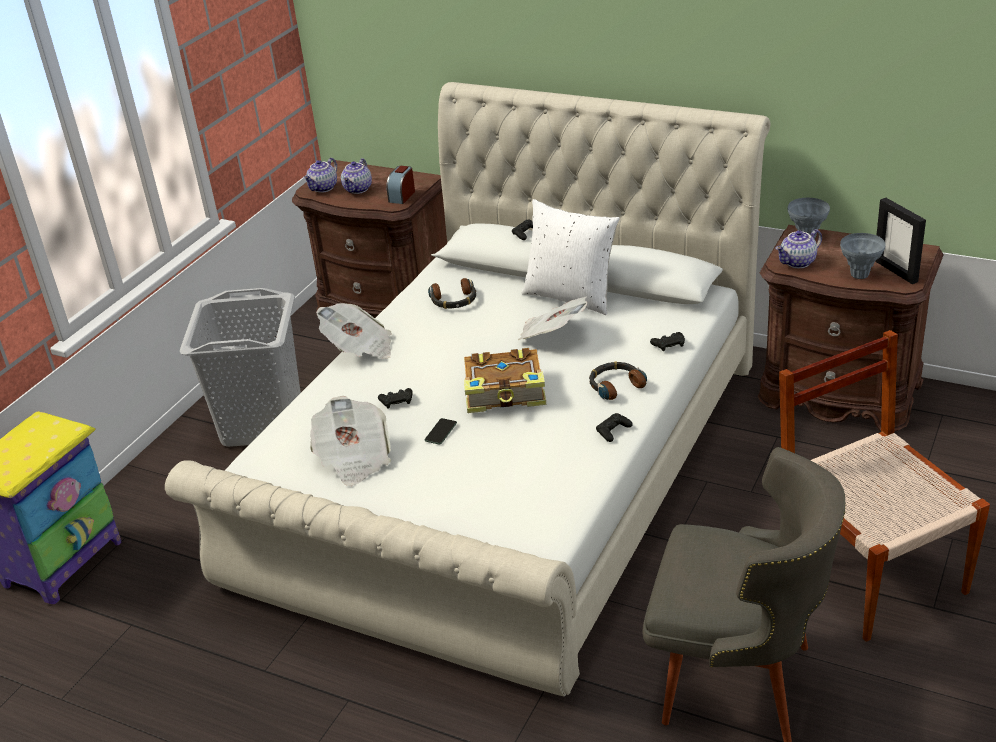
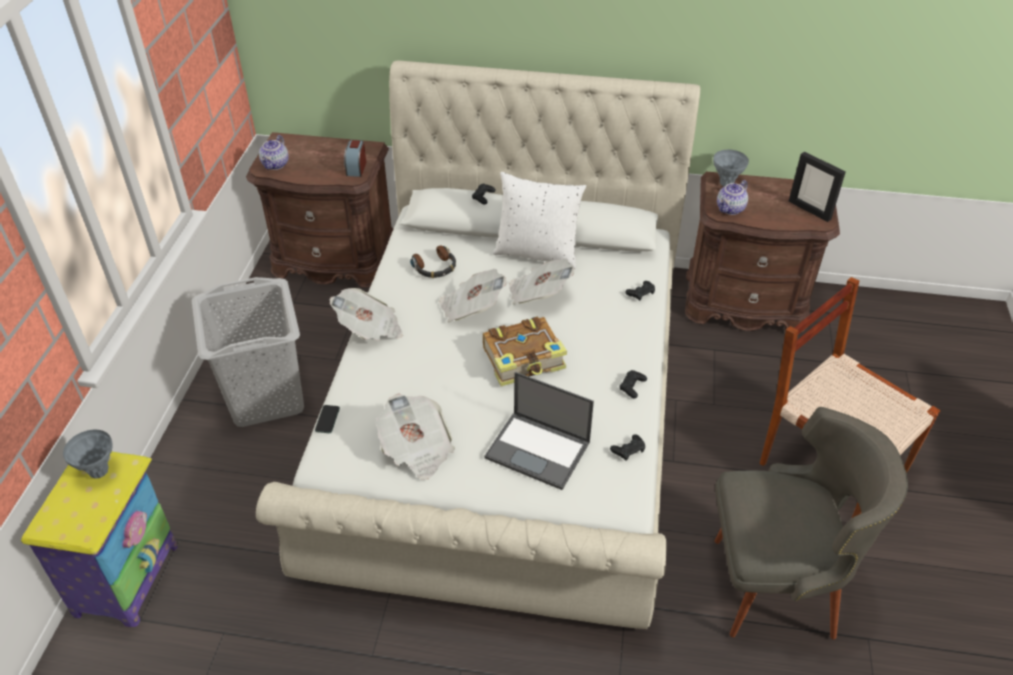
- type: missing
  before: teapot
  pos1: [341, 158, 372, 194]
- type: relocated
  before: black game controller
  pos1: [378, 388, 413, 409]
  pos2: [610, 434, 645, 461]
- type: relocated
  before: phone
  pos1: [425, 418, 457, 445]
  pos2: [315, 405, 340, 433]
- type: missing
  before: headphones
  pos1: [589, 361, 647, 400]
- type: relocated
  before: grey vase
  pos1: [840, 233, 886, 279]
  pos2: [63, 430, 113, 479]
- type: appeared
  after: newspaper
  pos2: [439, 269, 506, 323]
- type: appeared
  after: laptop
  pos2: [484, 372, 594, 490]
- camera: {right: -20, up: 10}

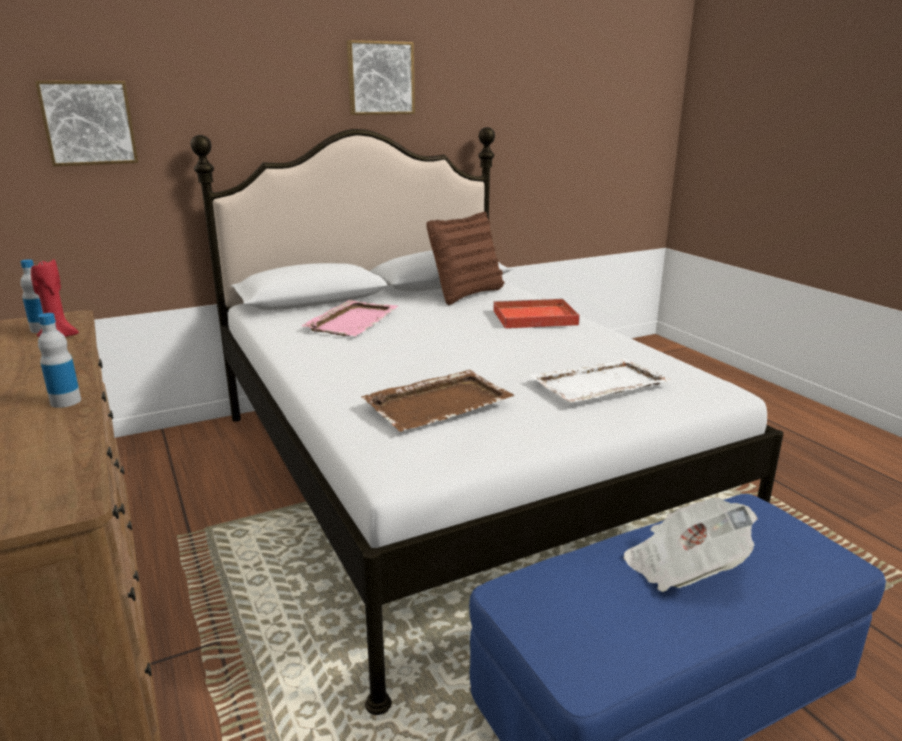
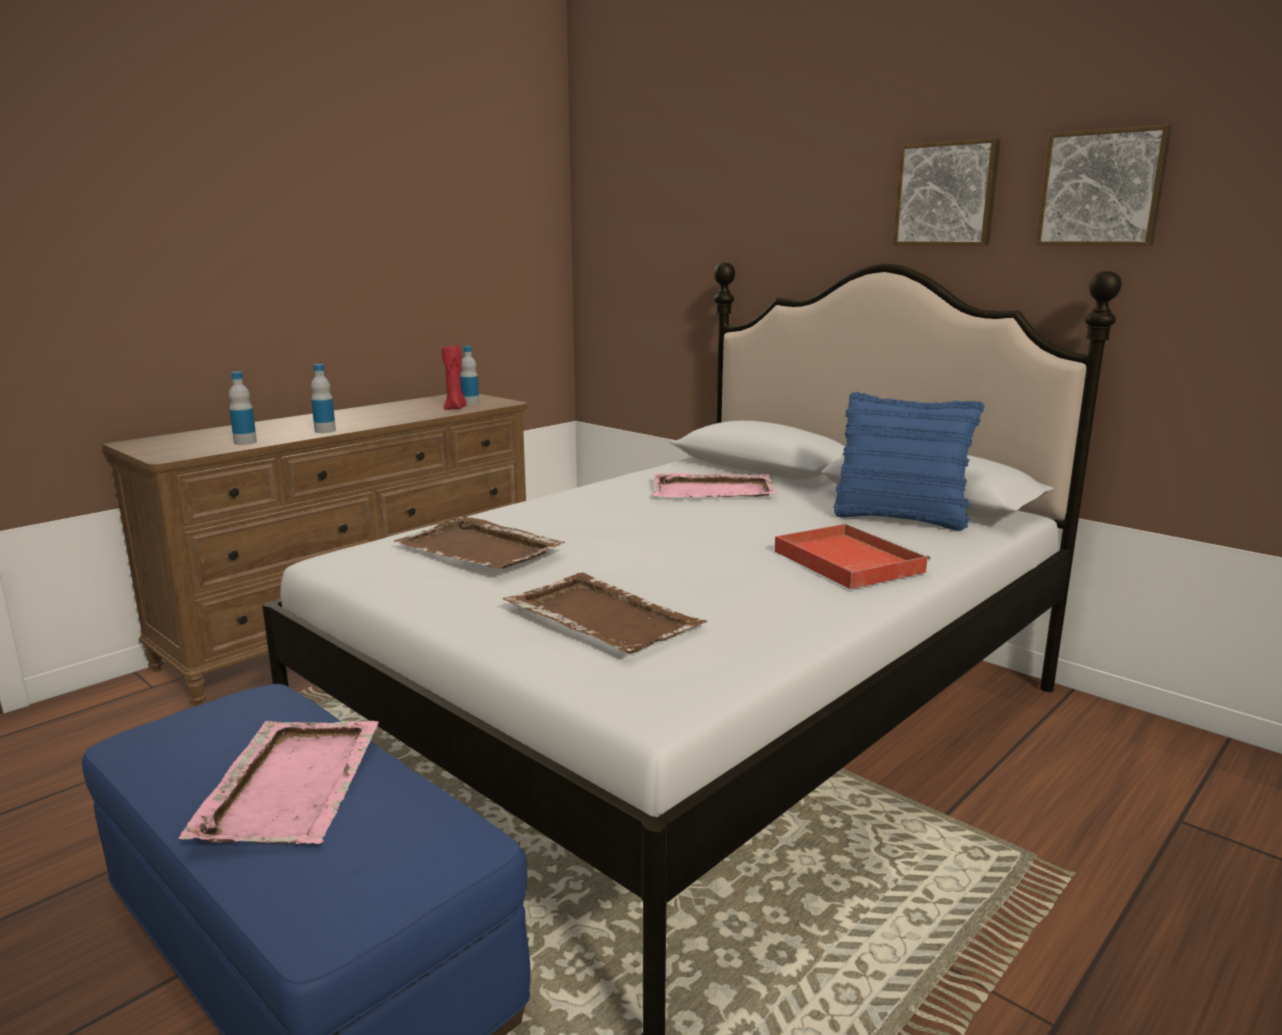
- type: relocated
  before: picture
  pos1: [35, 81, 138, 167]
  pos2: [1036, 125, 1172, 246]
- type: colour
  before: brown pillow
  after: blue pillow
  pos1: [426, 212, 505, 305]
  pos2: [833, 392, 985, 530]
- type: colour
  before: white tray
  after: brown tray
  pos1: [528, 359, 672, 403]
  pos2: [503, 573, 707, 654]
- type: exchanged
  before: newspaper
  after: pink tray
  pos1: [623, 497, 757, 592]
  pos2: [179, 721, 379, 844]
- type: appeared
  after: bottle
  pos2: [229, 372, 257, 445]
- camera: {right: 70, up: -5}

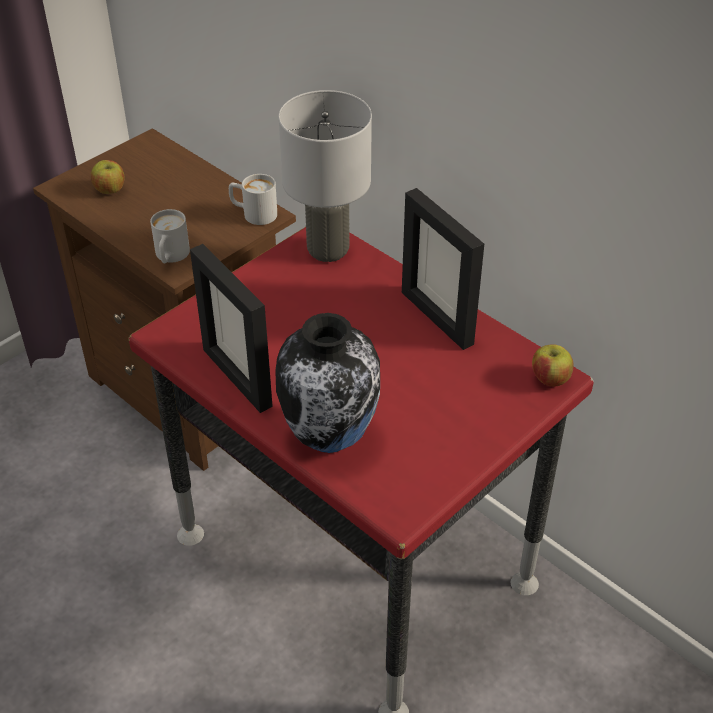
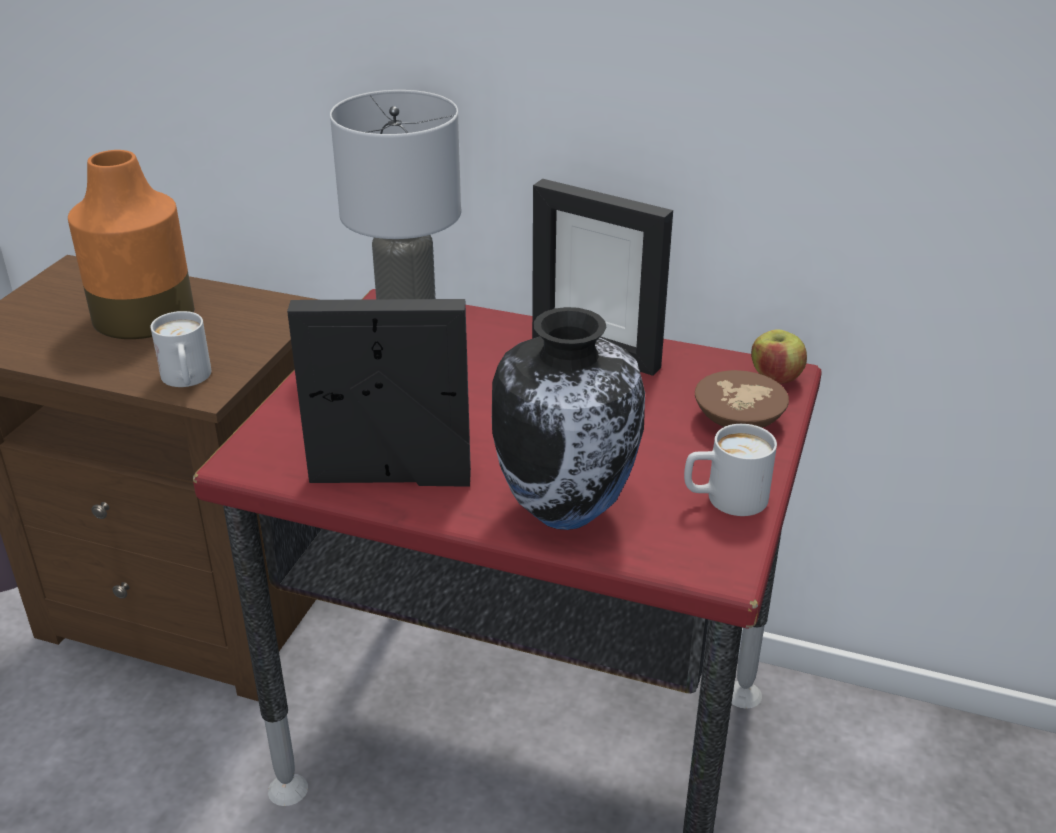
- type: missing
  before: apple
  pos1: [91, 160, 124, 194]
- type: spun
  before: picture frame
  pos1: [190, 244, 273, 413]
  pos2: [287, 299, 471, 487]
  turn: 150
- type: relocated
  before: white mug
  pos1: [229, 174, 277, 225]
  pos2: [684, 424, 777, 516]
- type: appeared
  after: orange vase
  pos2: [68, 150, 194, 339]
- type: appeared
  after: brown bowl
  pos2: [695, 370, 789, 428]
- camera: {right: -25, up: -10}

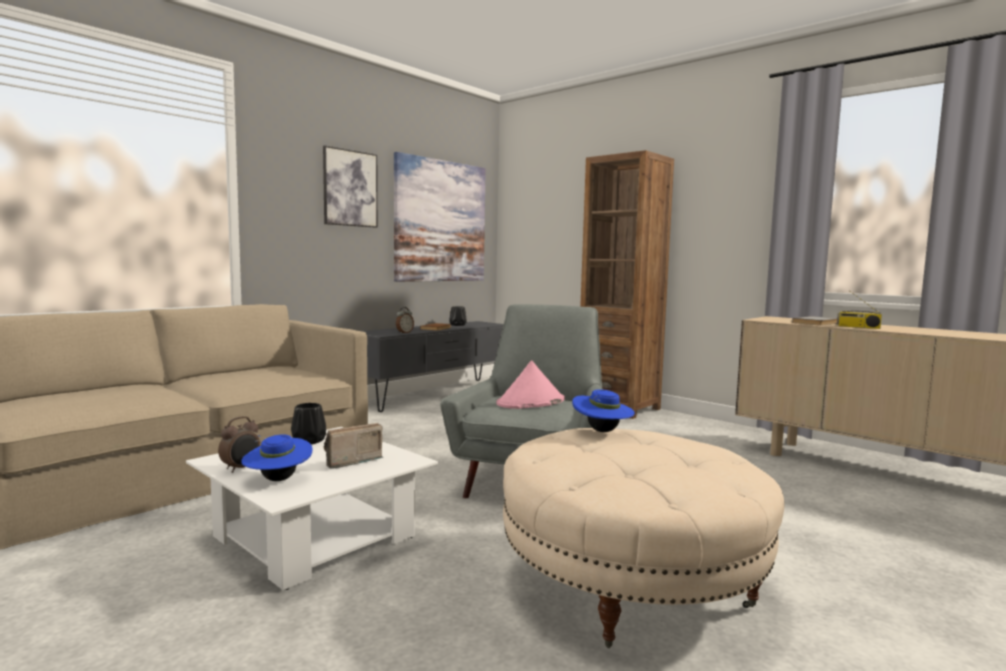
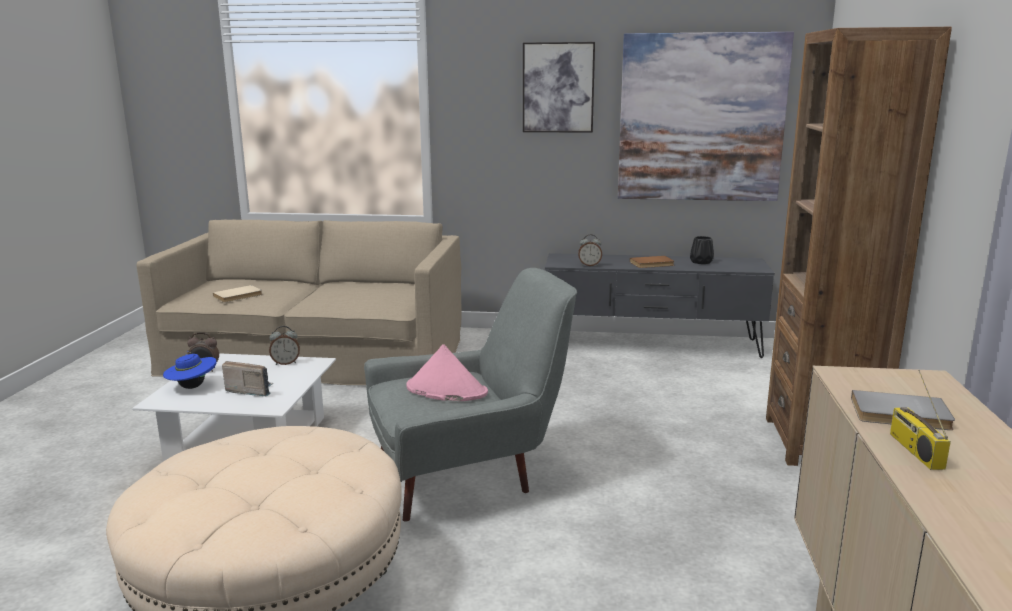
- type: exchanged
  before: black vase
  after: alarm clock
  pos1: [291, 403, 326, 444]
  pos2: [269, 326, 300, 365]
- type: missing
  before: blue hat
  pos1: [572, 389, 635, 432]
- type: appeared
  after: beige book
  pos2: [213, 285, 262, 303]
- camera: {right: 55, up: 10}

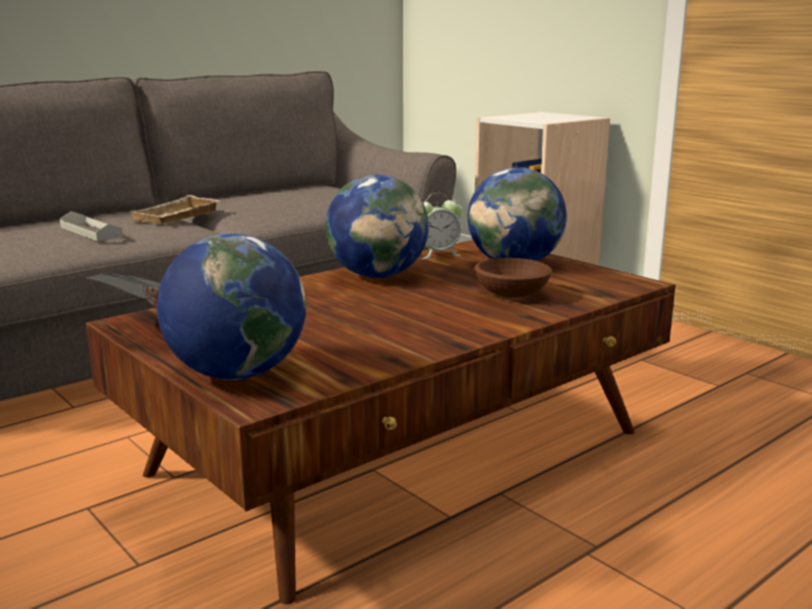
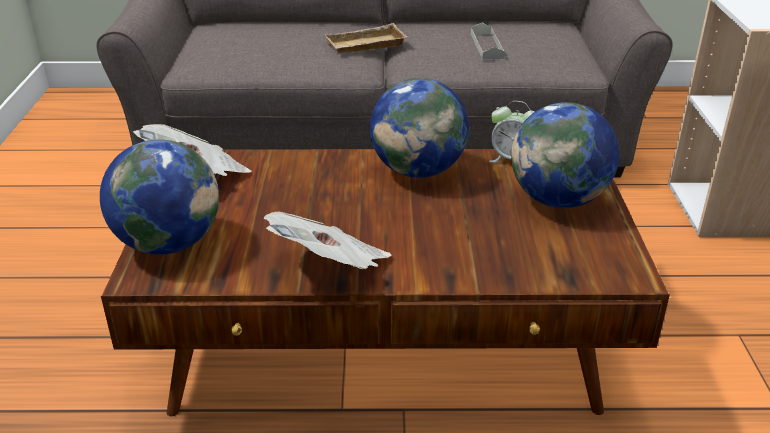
- type: relocated
  before: grey tray
  pos1: [60, 211, 123, 241]
  pos2: [471, 23, 505, 60]
- type: missing
  before: brown bowl
  pos1: [474, 258, 552, 298]
- type: appeared
  after: newspaper
  pos2: [264, 211, 391, 270]
- camera: {right: 40, up: 15}

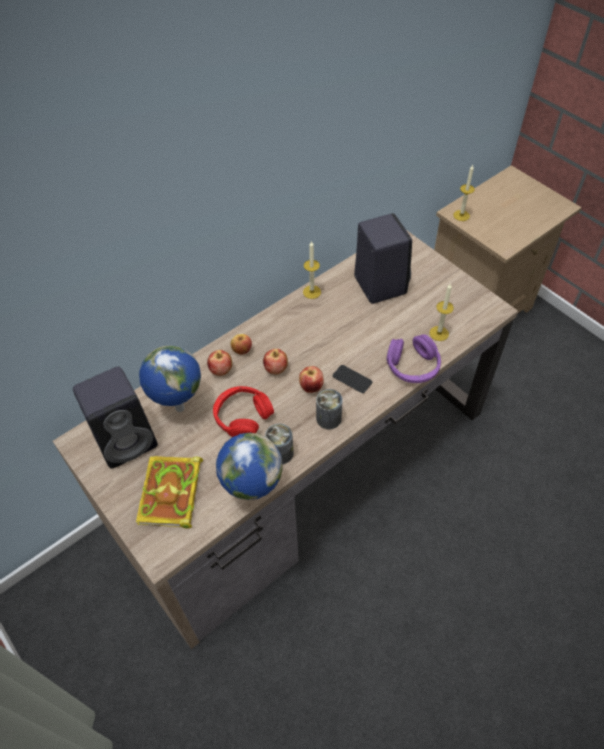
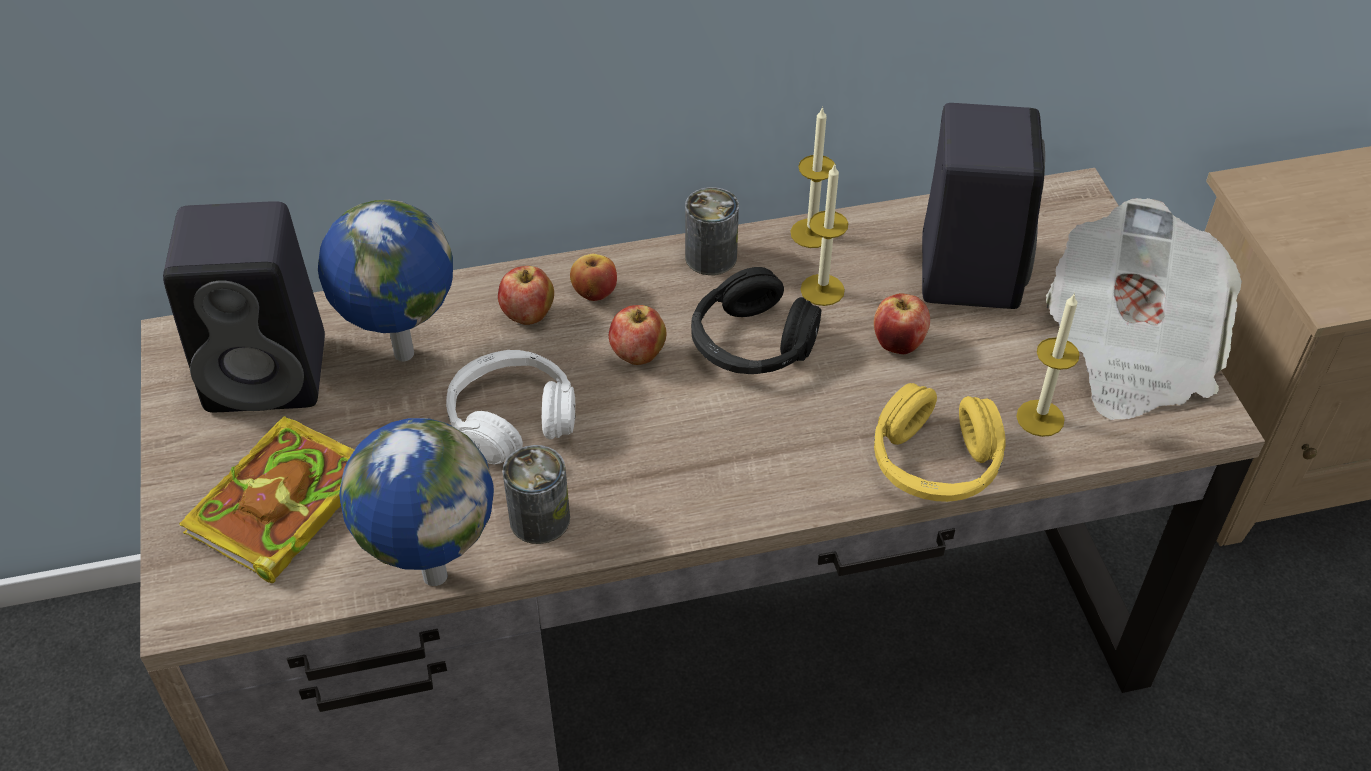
- type: colour
  before: red headphones
  after: white headphones
  pos1: [213, 386, 274, 437]
  pos2: [446, 350, 576, 465]
- type: relocated
  before: apple
  pos1: [299, 366, 324, 393]
  pos2: [874, 293, 930, 354]
- type: relocated
  before: can
  pos1: [316, 389, 343, 429]
  pos2: [685, 187, 739, 275]
- type: missing
  before: phone
  pos1: [333, 365, 372, 393]
- type: colour
  before: purple headphones
  after: yellow headphones
  pos1: [386, 334, 441, 383]
  pos2: [874, 383, 1006, 502]
- type: relocated
  before: candle
  pos1: [453, 165, 475, 221]
  pos2: [801, 164, 849, 306]
- type: appeared
  after: black headphones
  pos2: [691, 267, 821, 374]
- type: appeared
  after: newspaper
  pos2: [1046, 198, 1242, 420]
- camera: {right: 25, up: -5}

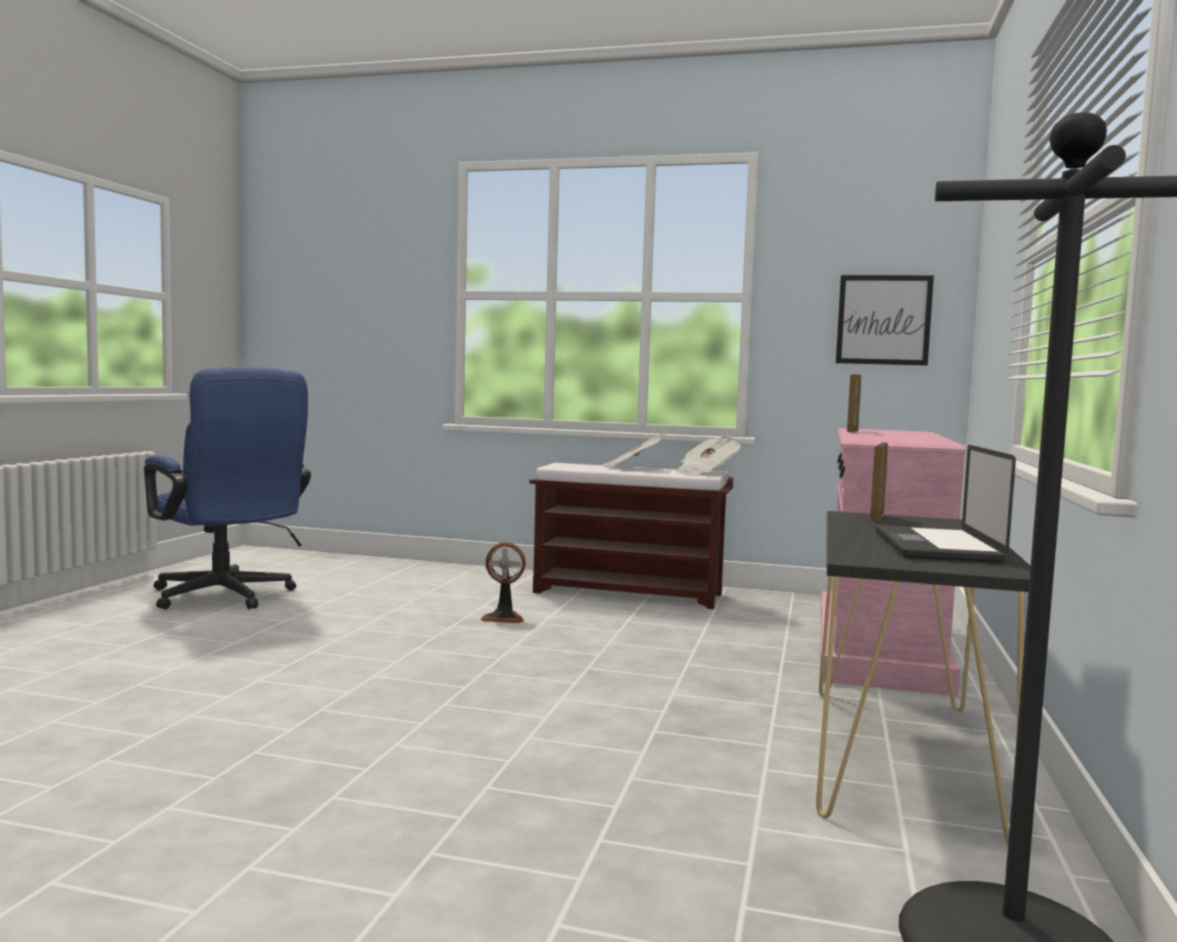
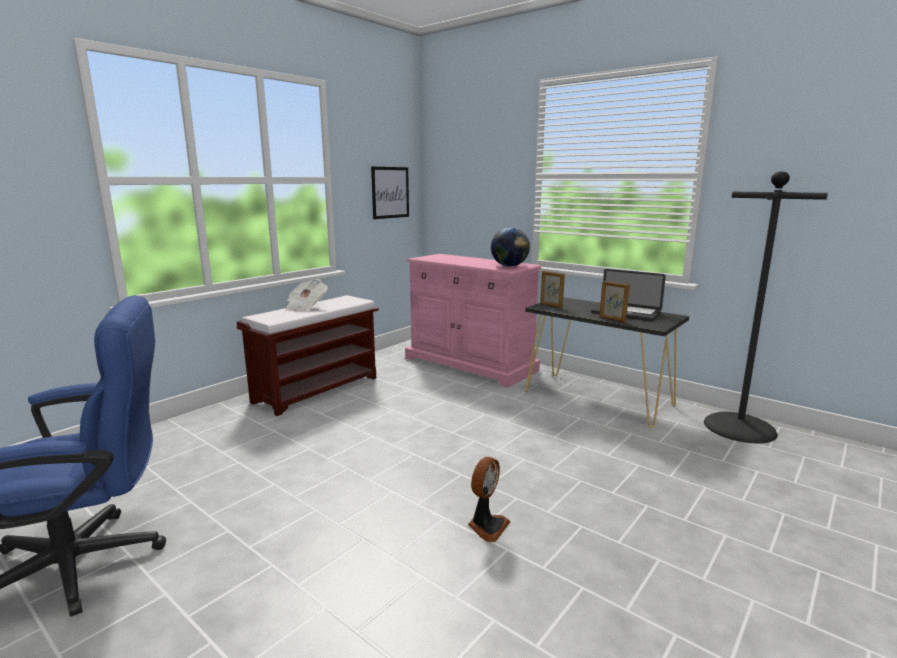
- type: relocated
  before: fan
  pos1: [480, 542, 526, 623]
  pos2: [468, 457, 510, 542]
- type: missing
  before: newspaper
  pos1: [675, 436, 741, 474]
- type: relocated
  before: picture frame
  pos1: [847, 374, 861, 432]
  pos2: [599, 281, 630, 322]
- type: appeared
  after: globe
  pos2: [491, 227, 530, 267]
- camera: {right: -65, up: 10}

